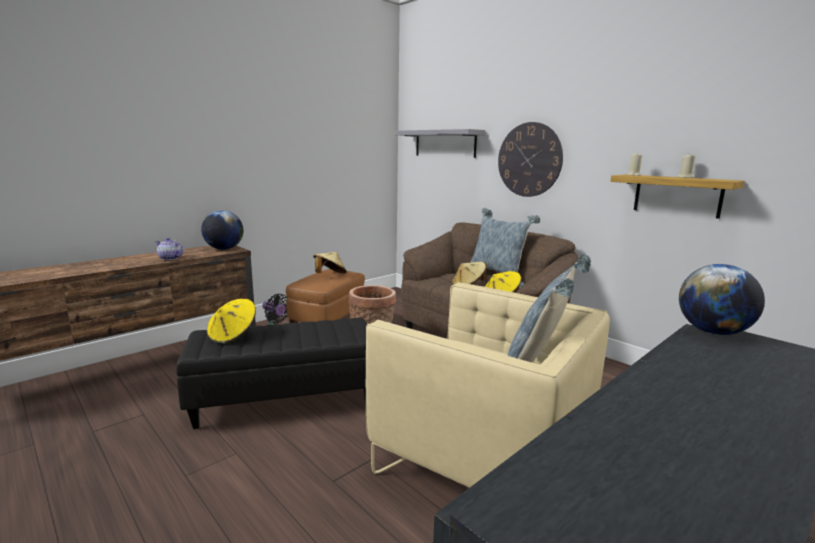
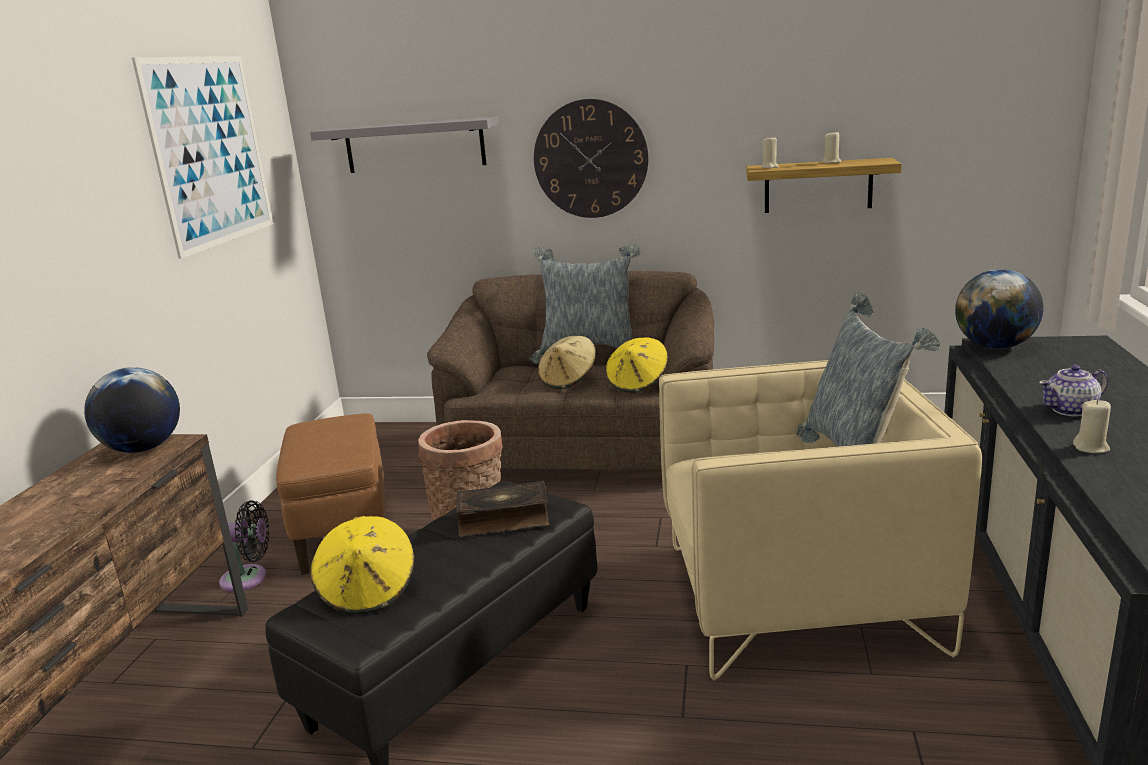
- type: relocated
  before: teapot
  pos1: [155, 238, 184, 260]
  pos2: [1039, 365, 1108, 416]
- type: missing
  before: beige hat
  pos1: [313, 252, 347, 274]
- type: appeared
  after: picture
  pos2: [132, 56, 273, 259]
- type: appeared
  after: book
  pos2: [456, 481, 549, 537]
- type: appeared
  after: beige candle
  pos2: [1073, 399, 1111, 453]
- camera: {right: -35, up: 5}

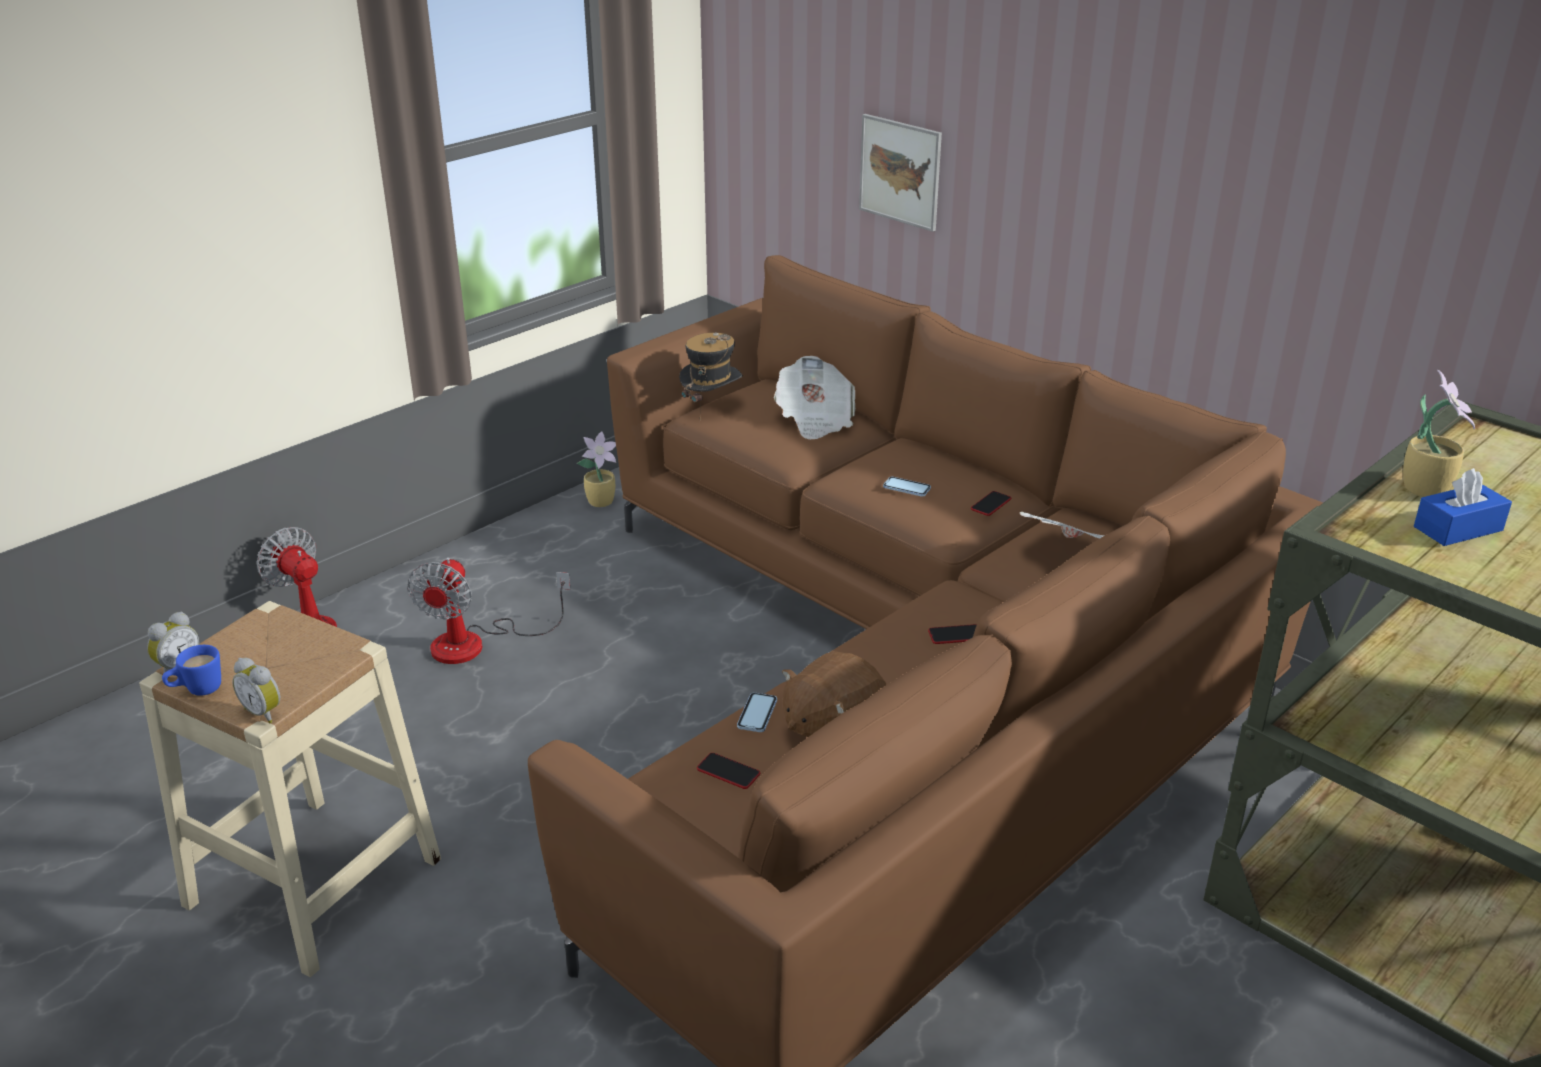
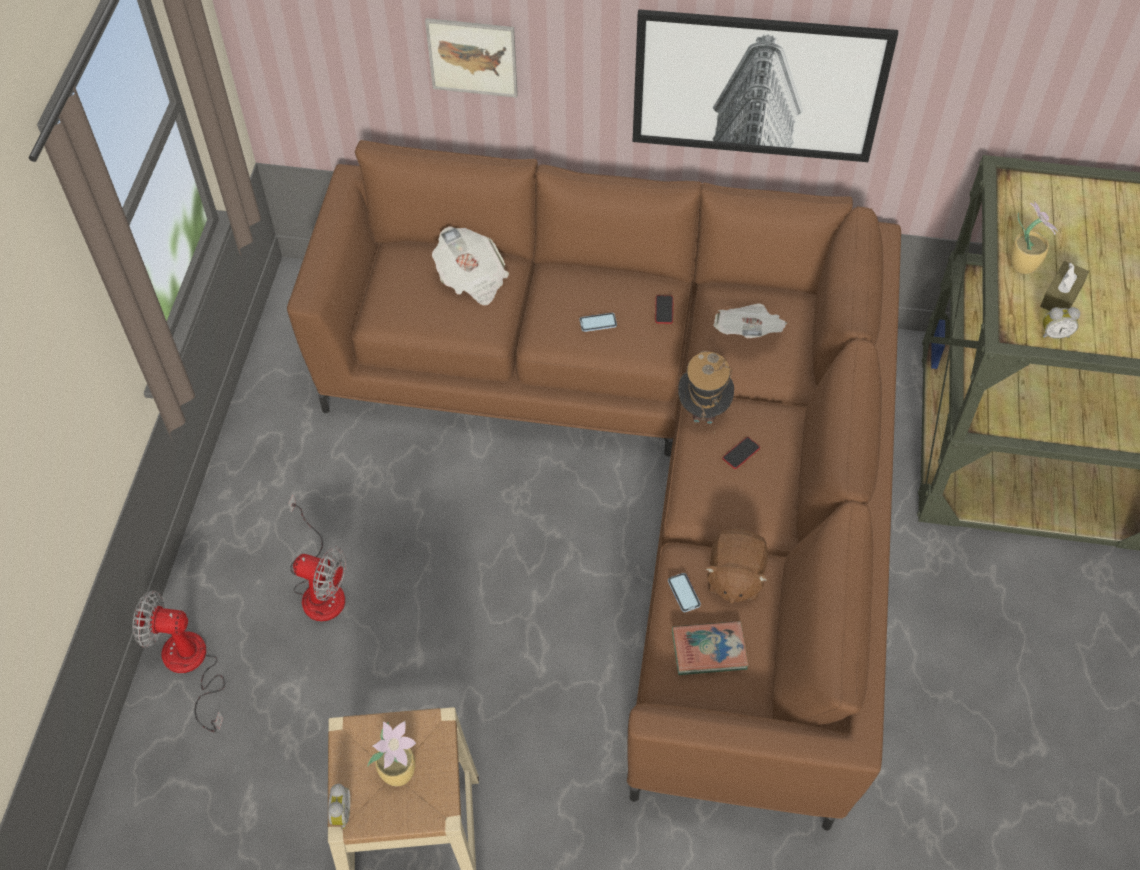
- type: missing
  before: blue mug
  pos1: [162, 645, 221, 696]
- type: relocated
  before: alarm clock
  pos1: [232, 658, 280, 723]
  pos2: [1042, 307, 1080, 339]
- type: spun
  before: fan
  pos1: [407, 558, 570, 664]
  pos2: [288, 495, 346, 621]
  turn: -45
- type: relocated
  before: potted plant
  pos1: [577, 431, 616, 507]
  pos2: [368, 721, 416, 786]
- type: relocated
  before: hat
  pos1: [679, 332, 743, 419]
  pos2: [678, 351, 734, 433]
- type: exchanged
  before: phone
  after: book
  pos1: [697, 753, 760, 789]
  pos2: [672, 621, 748, 675]
- type: colour
  before: blue tissue box
  after: brown tissue box
  pos1: [1414, 468, 1512, 546]
  pos2: [1040, 261, 1089, 311]
- type: appeared
  after: picture
  pos2: [633, 9, 898, 162]
- camera: {right: -35, up: 25}

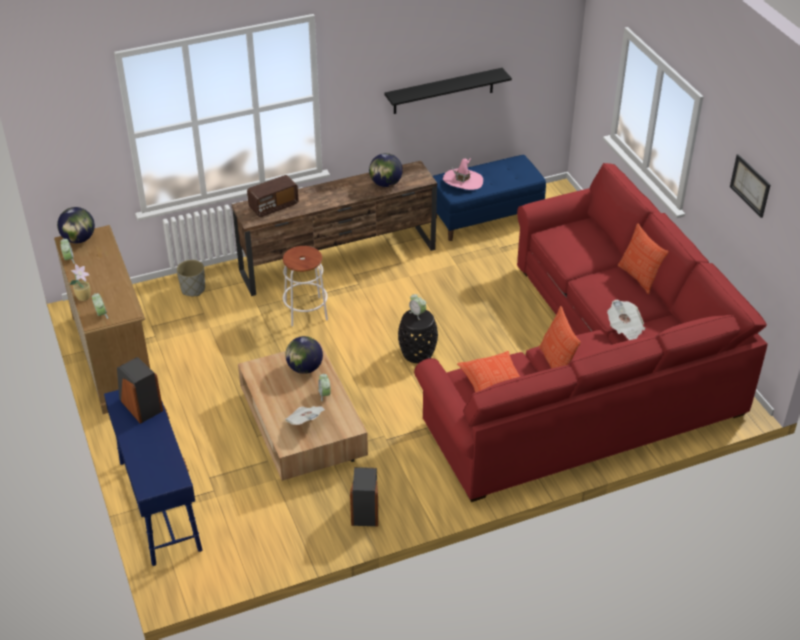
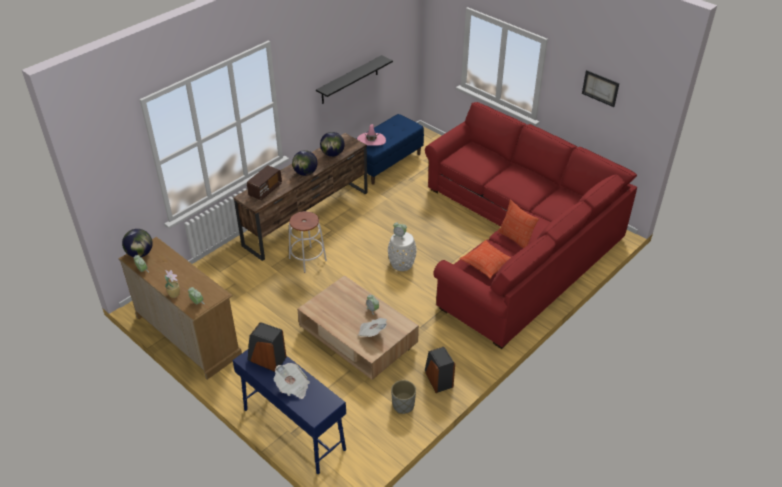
- type: relocated
  before: grey planter
  pos1: [177, 260, 205, 296]
  pos2: [391, 380, 416, 414]
- type: relocated
  before: globe
  pos1: [285, 336, 323, 374]
  pos2: [292, 150, 317, 176]
- type: colour
  before: black stool
  after: white stool
  pos1: [398, 310, 438, 363]
  pos2: [388, 232, 417, 271]
- type: relocated
  before: newspaper
  pos1: [607, 300, 645, 340]
  pos2: [274, 363, 310, 399]
- type: missing
  before: orange pillow
  pos1: [618, 223, 669, 294]
- camera: {right: -25, up: 0}

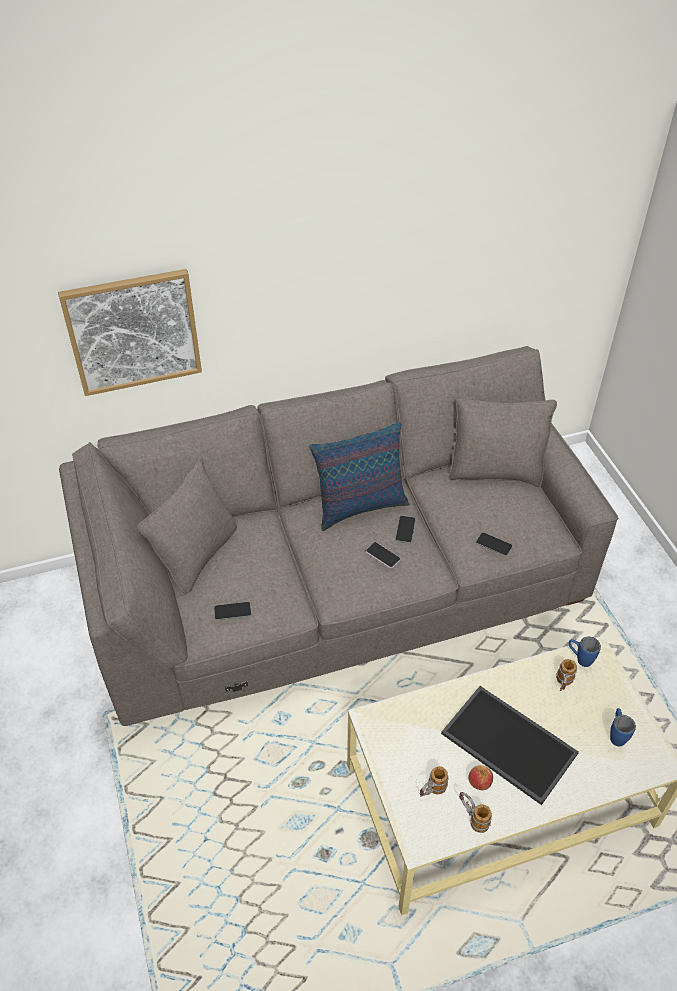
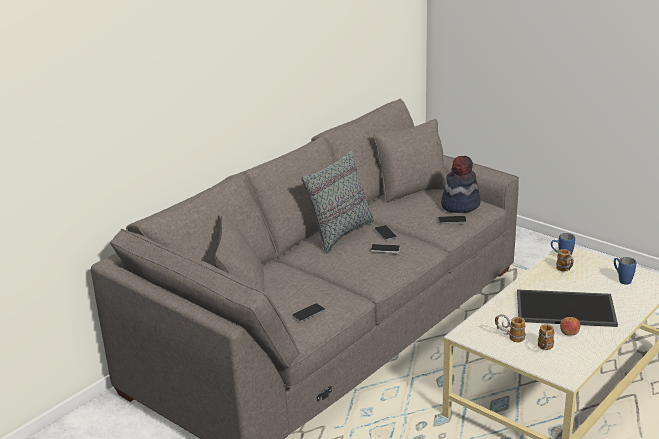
- type: missing
  before: picture
  pos1: [58, 269, 202, 396]
- type: colour
  before: blue pillow
  after: grey pillow
  pos1: [309, 422, 409, 531]
  pos2: [301, 151, 374, 253]
- type: relocated
  before: mug
  pos1: [459, 792, 492, 833]
  pos2: [495, 314, 526, 342]
- type: appeared
  after: hat
  pos2: [441, 156, 481, 213]
- camera: {right: -30, up: -20}

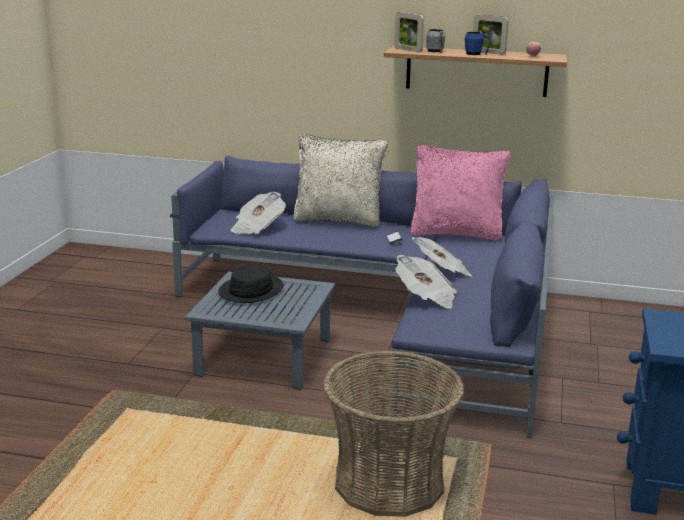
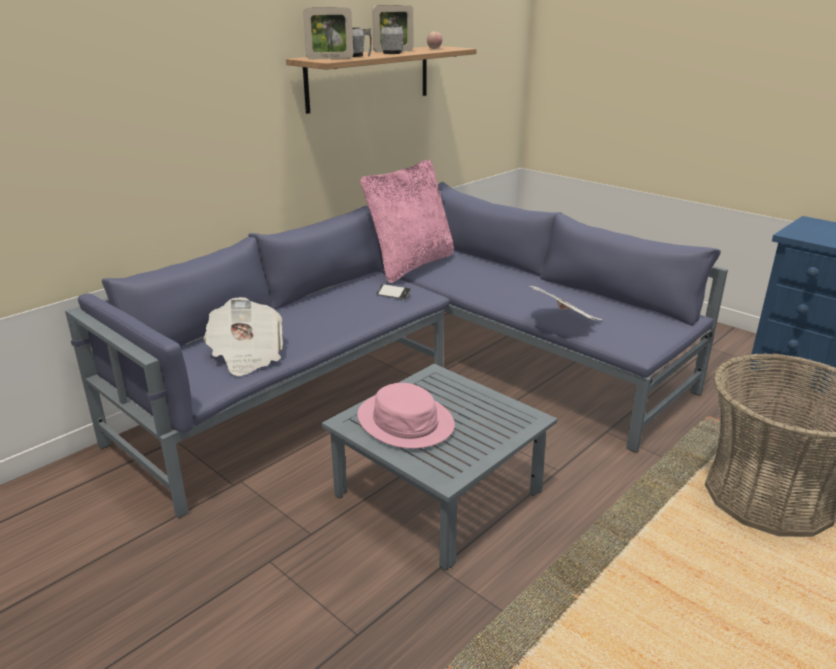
- type: colour
  before: black hat
  after: pink hat
  pos1: [218, 265, 284, 303]
  pos2: [357, 383, 455, 449]
- type: missing
  before: beige pillow
  pos1: [294, 134, 388, 227]
- type: missing
  before: newspaper
  pos1: [411, 237, 472, 276]
- type: colour
  before: blue mug
  after: grey mug
  pos1: [464, 32, 490, 55]
  pos2: [381, 26, 404, 54]
- camera: {right: -60, up: 5}

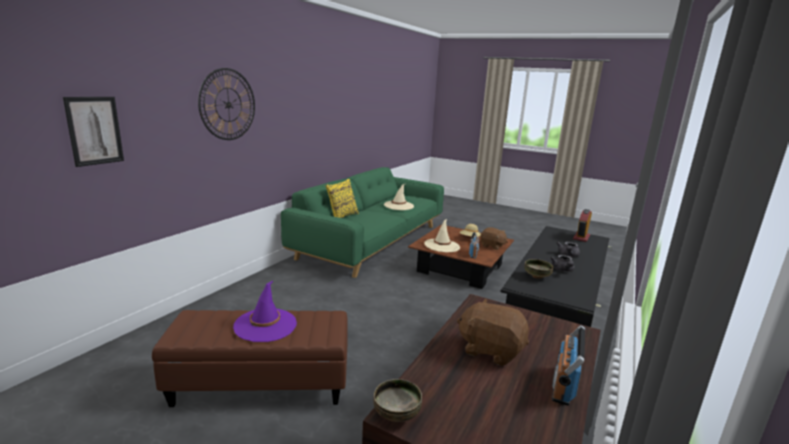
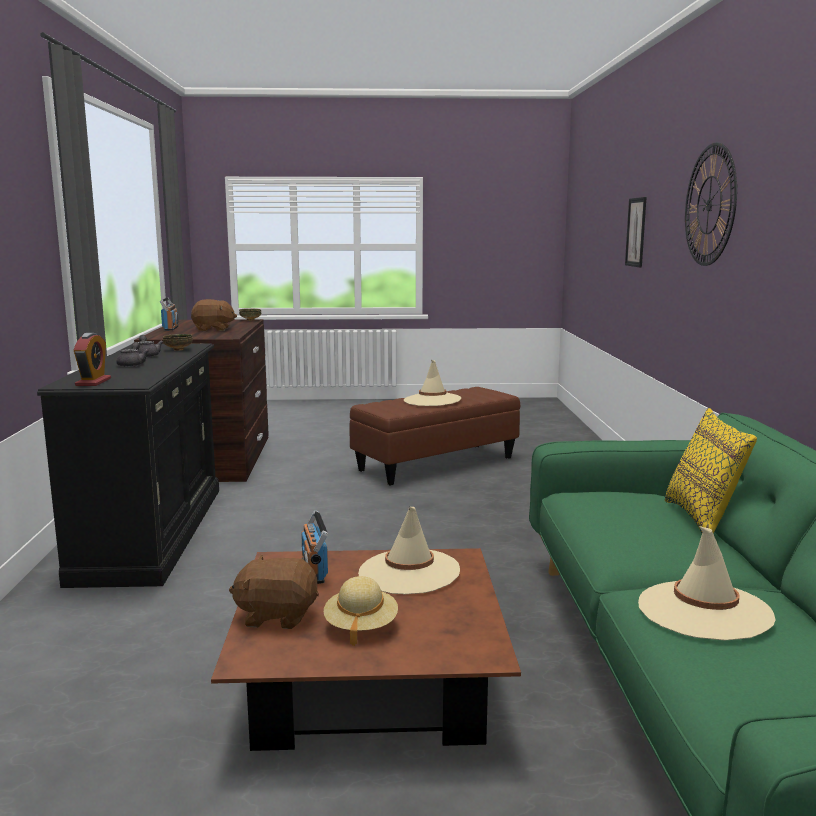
- type: colour
  before: purple hat
  after: beige hat
  pos1: [233, 280, 297, 342]
  pos2: [404, 359, 461, 406]
- camera: {right: 150, up: -5}

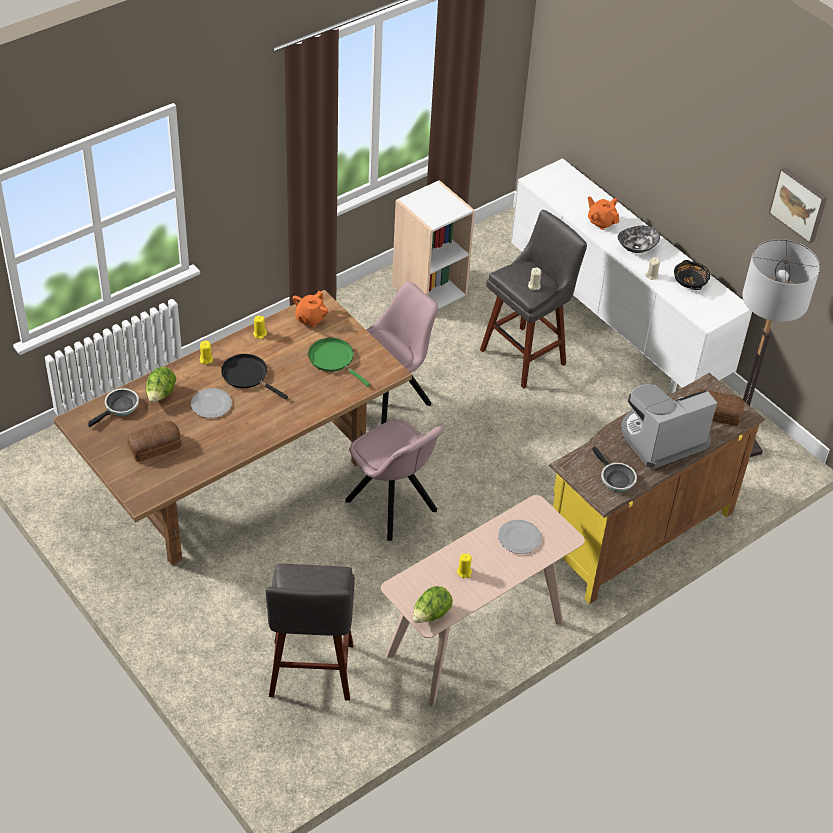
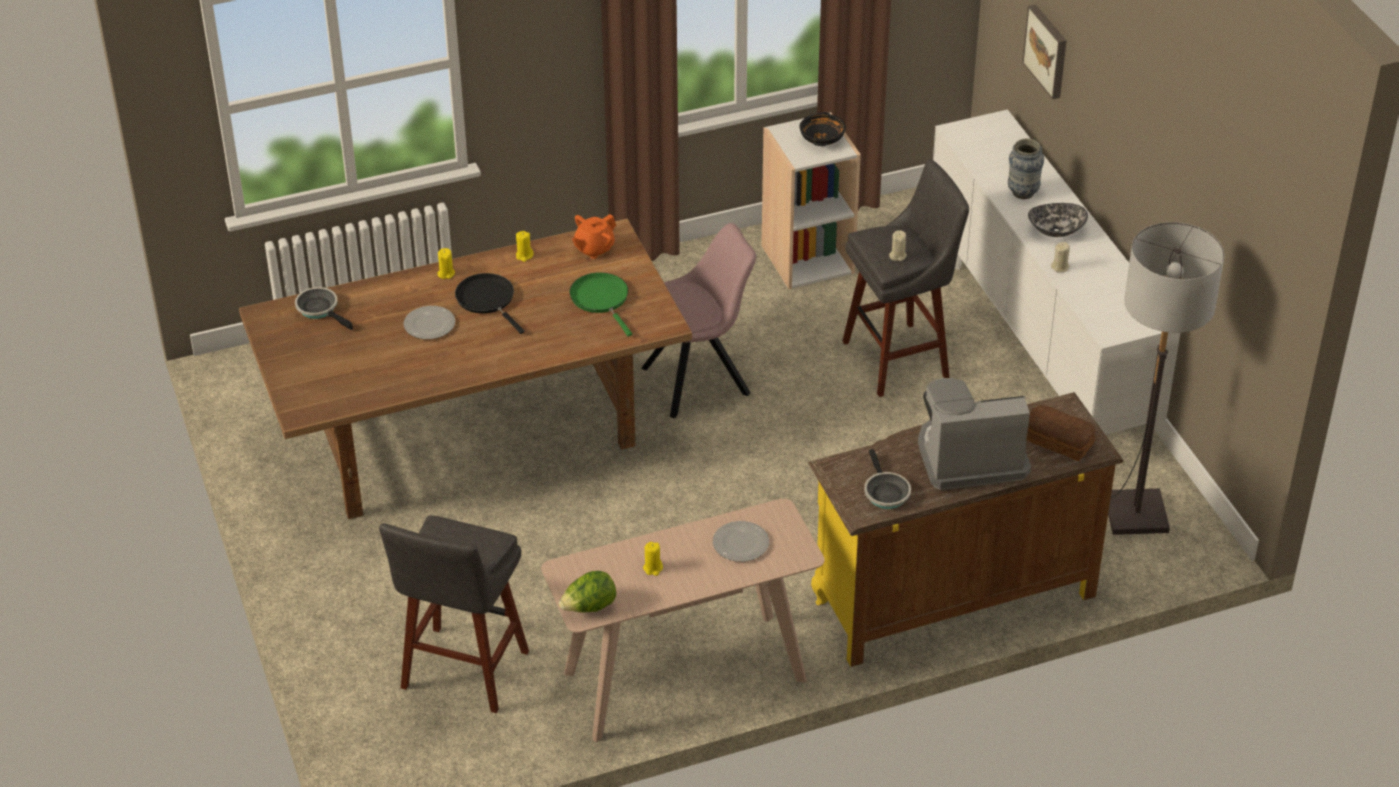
- type: spun
  before: frying pan
  pos1: [88, 388, 139, 427]
  pos2: [295, 287, 352, 330]
  turn: -105
- type: missing
  before: bread
  pos1: [127, 421, 182, 462]
- type: missing
  before: lettuce
  pos1: [146, 367, 176, 403]
- type: missing
  before: pink chair
  pos1: [345, 419, 443, 541]
- type: exchanged
  before: orange teapot
  after: vase
  pos1: [588, 196, 619, 230]
  pos2: [1008, 138, 1044, 199]
- type: relocated
  before: black bowl
  pos1: [674, 260, 710, 290]
  pos2: [799, 112, 846, 146]
- type: relocated
  before: picture
  pos1: [769, 167, 827, 243]
  pos2: [1022, 4, 1067, 100]
- camera: {right: 20, up: -5}

